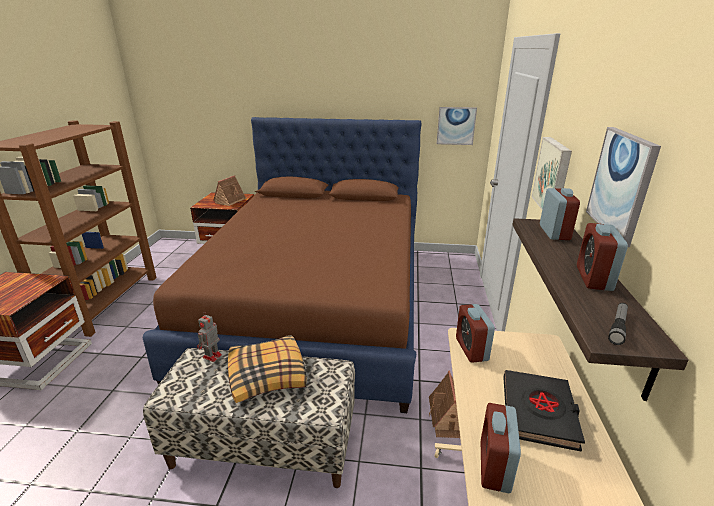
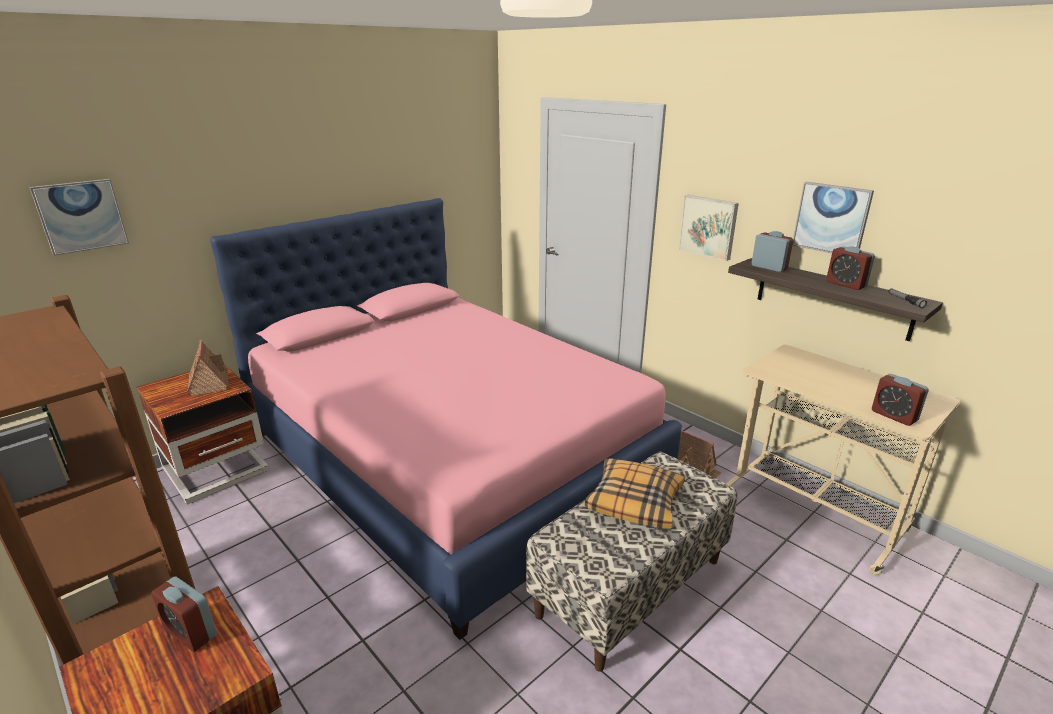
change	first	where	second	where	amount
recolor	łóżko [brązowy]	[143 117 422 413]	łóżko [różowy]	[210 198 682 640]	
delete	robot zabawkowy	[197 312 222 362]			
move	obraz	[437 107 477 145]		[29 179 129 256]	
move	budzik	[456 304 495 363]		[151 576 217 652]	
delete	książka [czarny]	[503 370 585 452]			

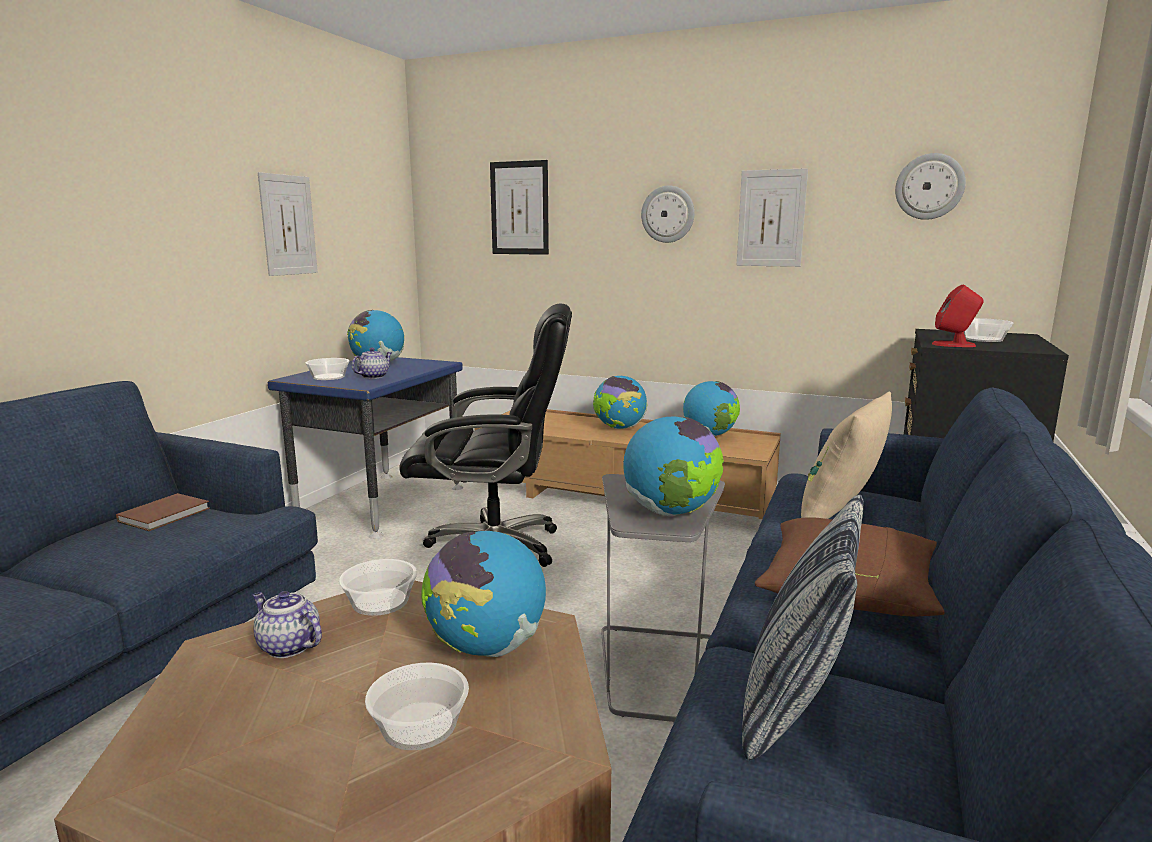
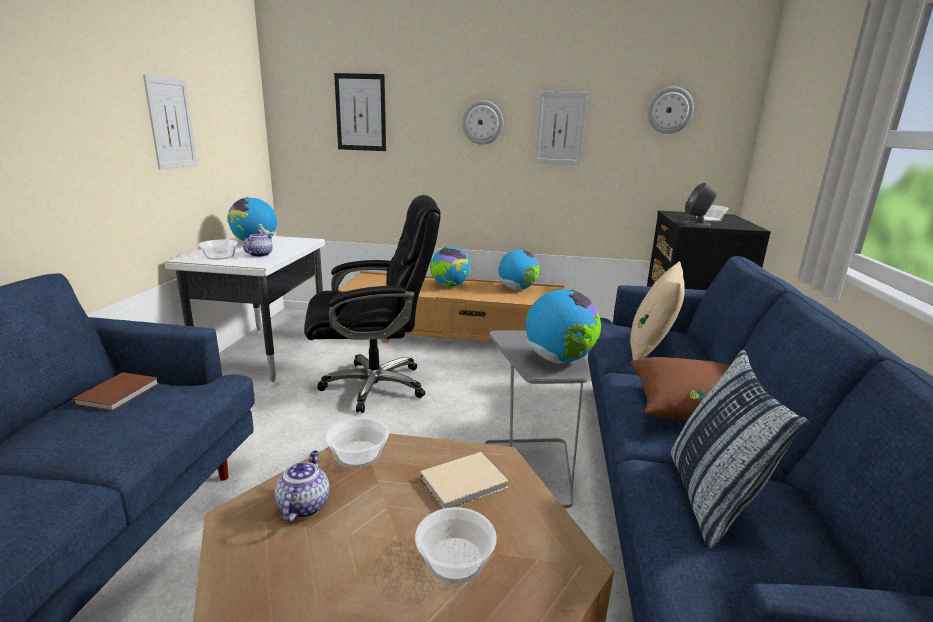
change	first	where	second	where	amount
rotate	imbryk	[253 591 322 658]		[275 451 329 523]	75 degrees clockwise
recolor	biurko [niebieski]	[268 357 463 539]	biurko [biały]	[165 236 327 388]	
replace	globus	[421 531 546 657]	książka [beżowy]	[420 452 509 509]	
recolor	głośnik [czerwony]	[932 285 984 347]	głośnik [szary]	[683 183 717 226]	

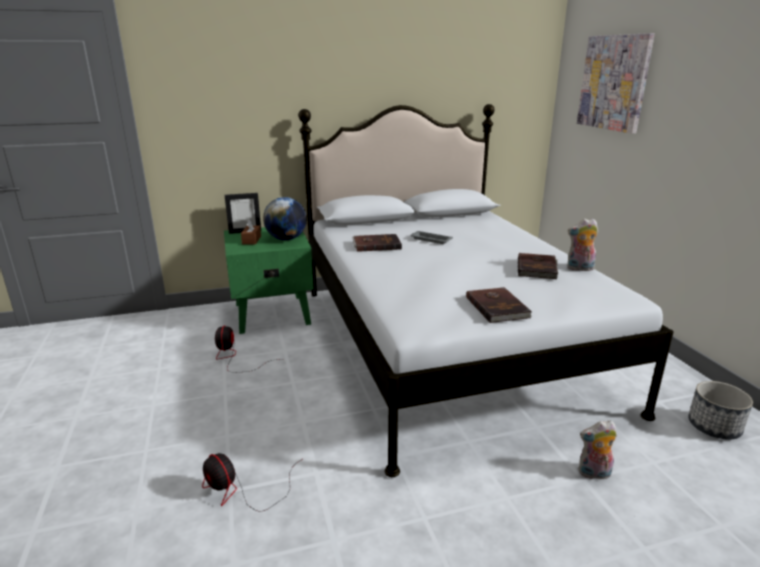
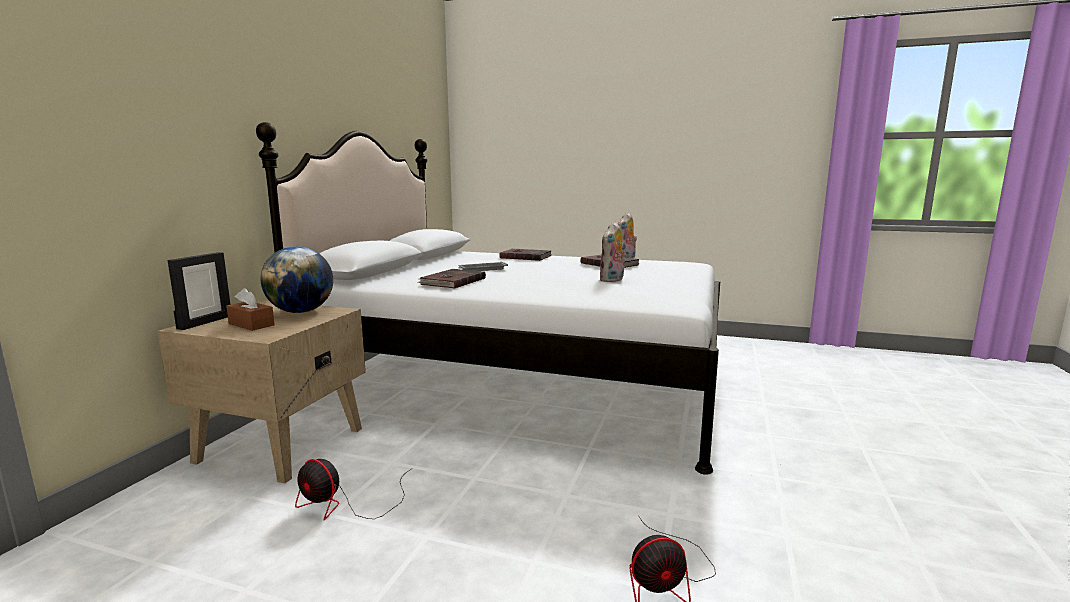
change	first	where	second	where	amount
recolor	szafka nocna [zielony]	[224 227 314 334]	szafka nocna [beżowy]	[157 301 366 483]	
move	książka [brązowy]	[466 287 532 323]		[499 249 552 261]	
delete	obraz	[577 33 655 134]			
move	pluszak	[578 420 617 479]		[600 222 627 282]	
delete	donica	[688 381 753 440]			

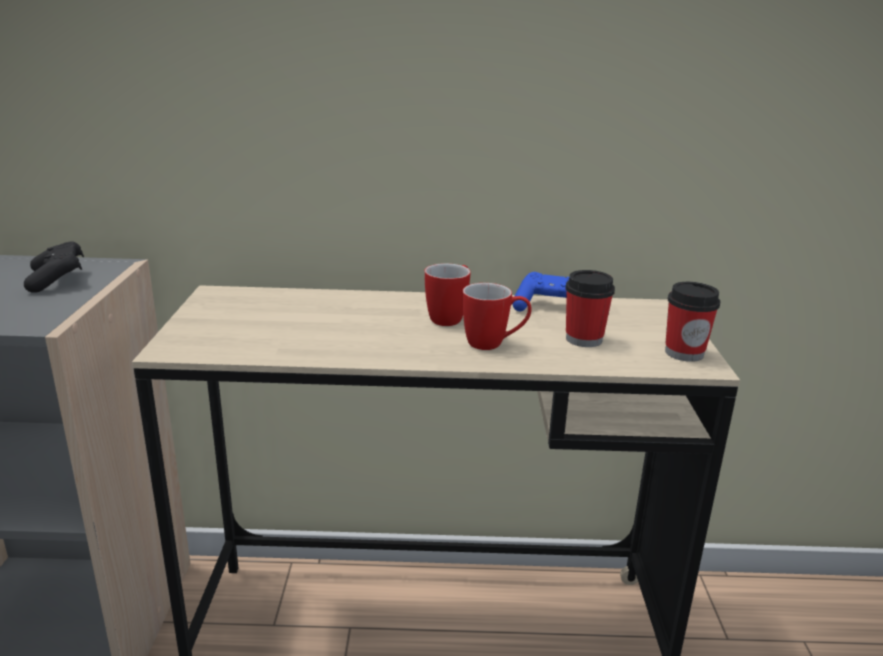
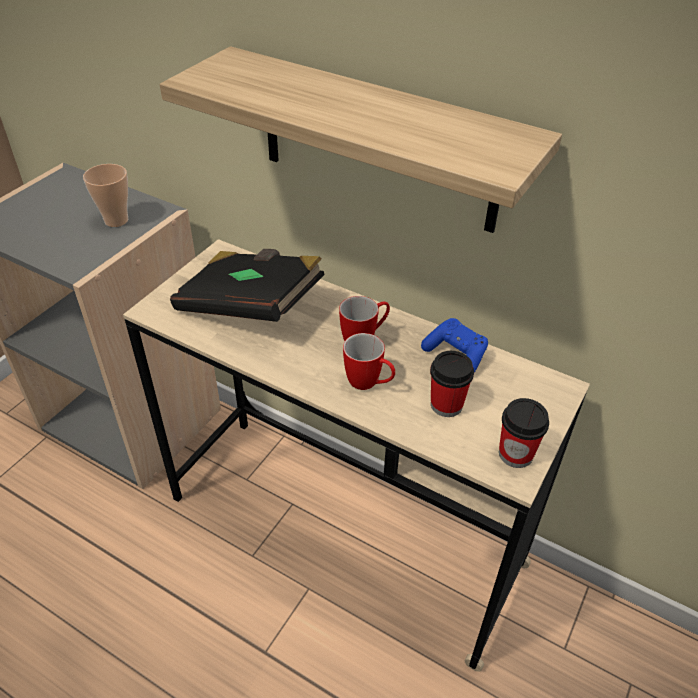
change	first	where	second	where	amount
replace	pad do gier [czarny]	[24 241 84 293]	filiżanka	[83 164 128 227]	
insert			półka	[160 46 562 233]	
insert			książka [czarny]	[170 249 325 322]	

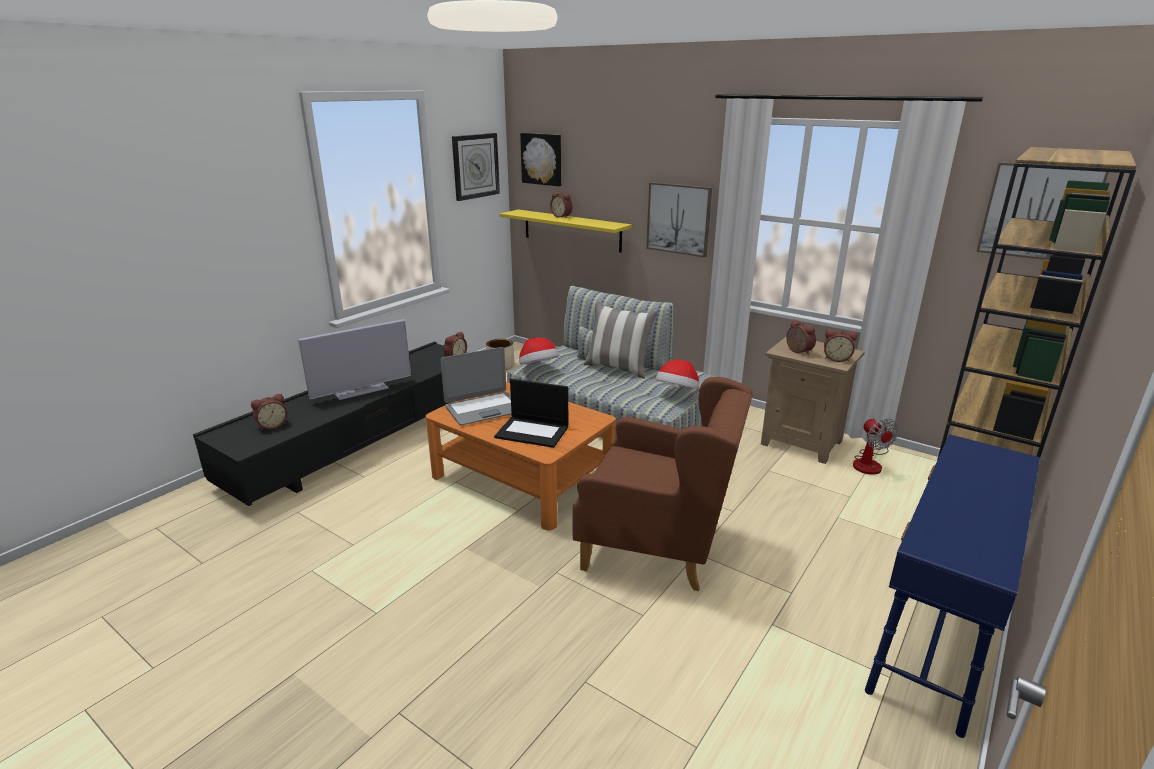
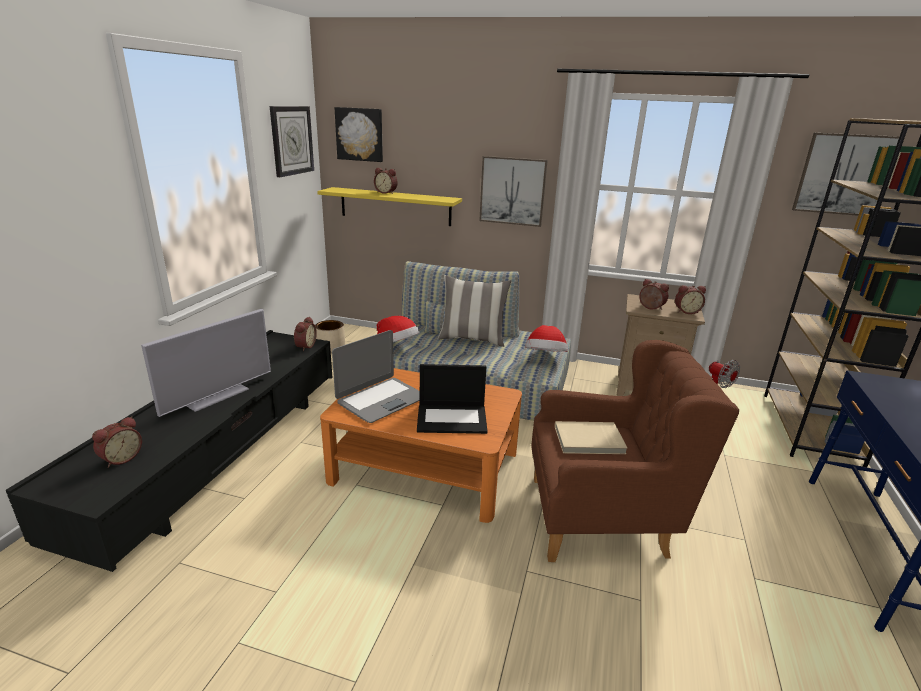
change	first	where	second	where	amount
insert			książka [beżowy]	[555 421 627 454]	

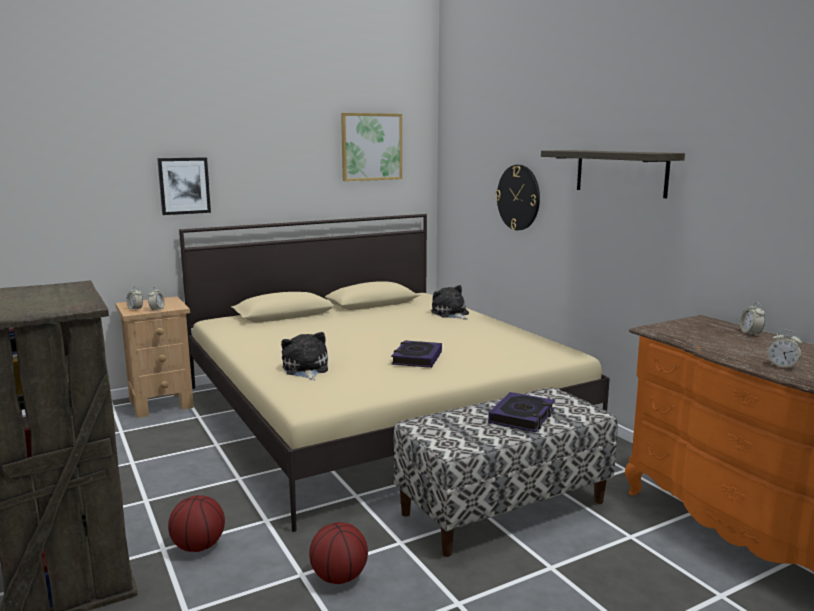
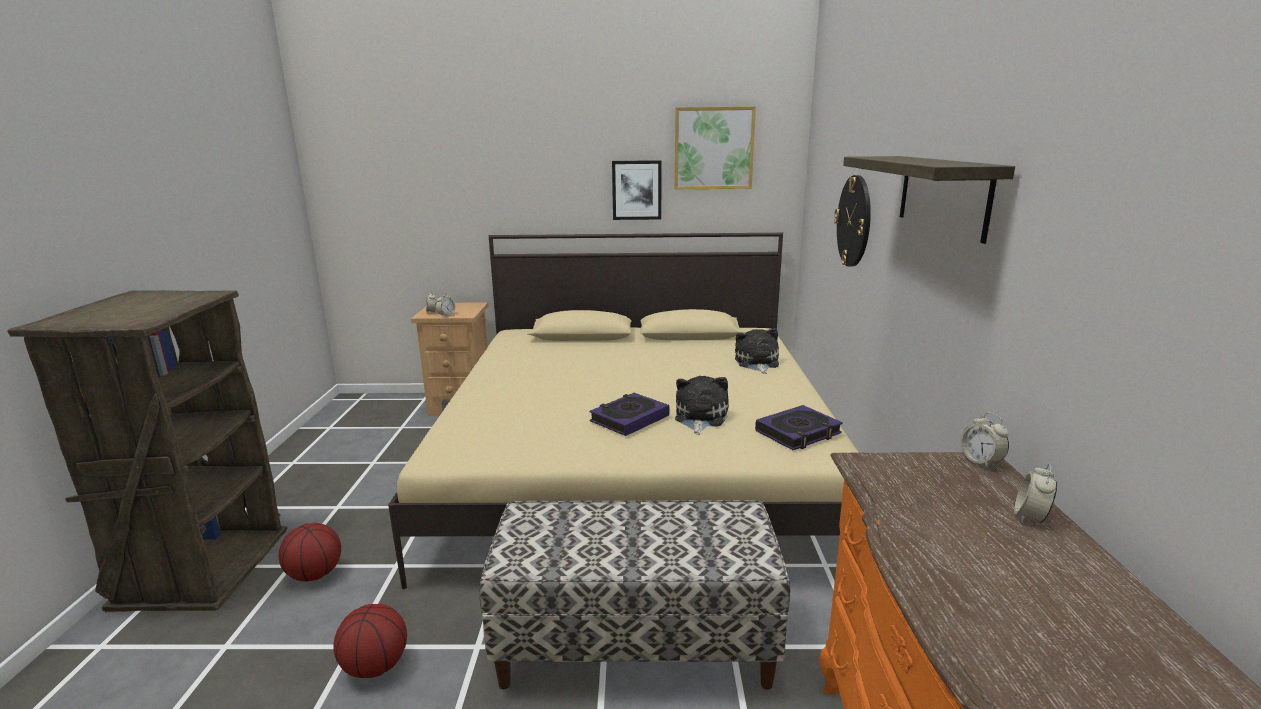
change	first	where	second	where	amount
move	obraz	[157 157 211 215]		[612 160 662 220]	
move	pluszak	[281 332 328 380]		[675 376 729 435]	
move	książka	[488 392 554 432]		[755 405 843 450]	
move	budzik	[768 330 802 369]		[961 412 1009 469]	

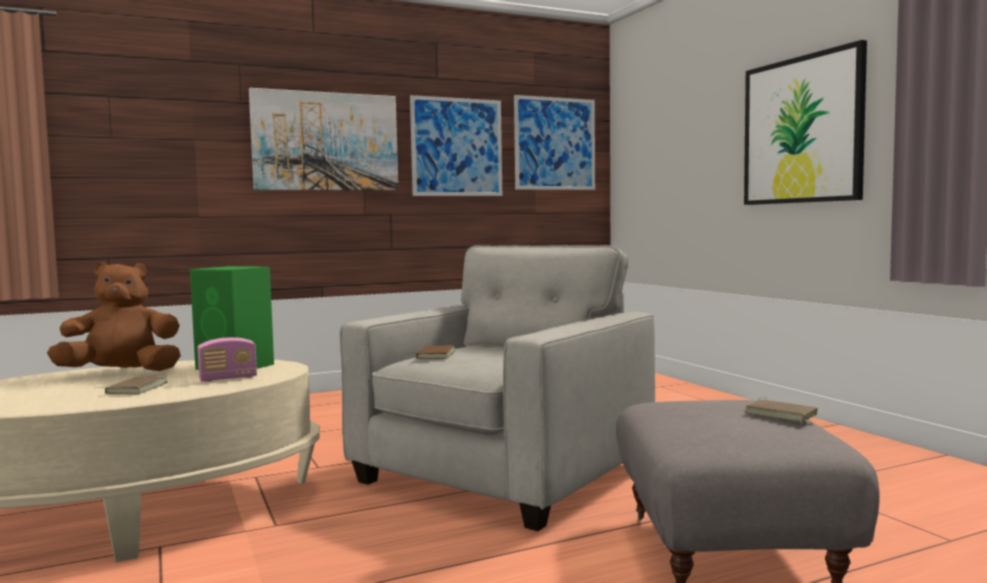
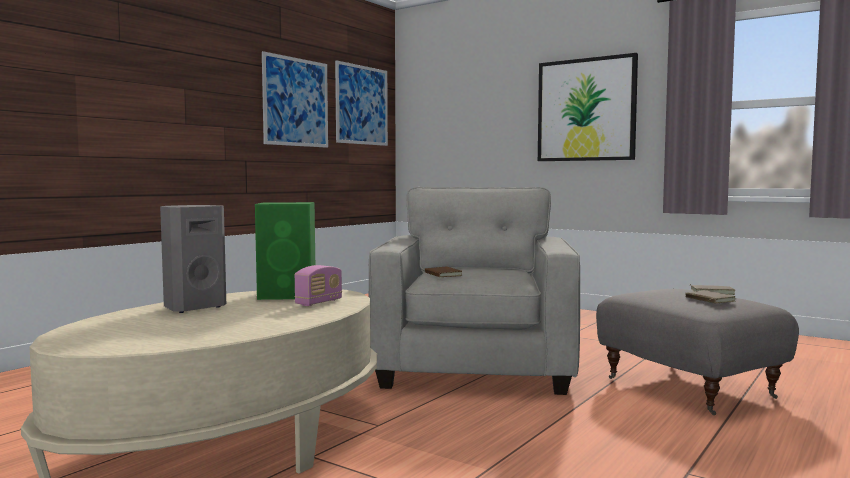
change	first	where	second	where	amount
replace	pluszak [brązowy]	[47 262 181 371]	głośnik [szary]	[160 205 226 313]	
move	książka [brązowy]	[94 376 168 394]		[685 290 735 303]	
delete	obraz	[249 88 398 191]			

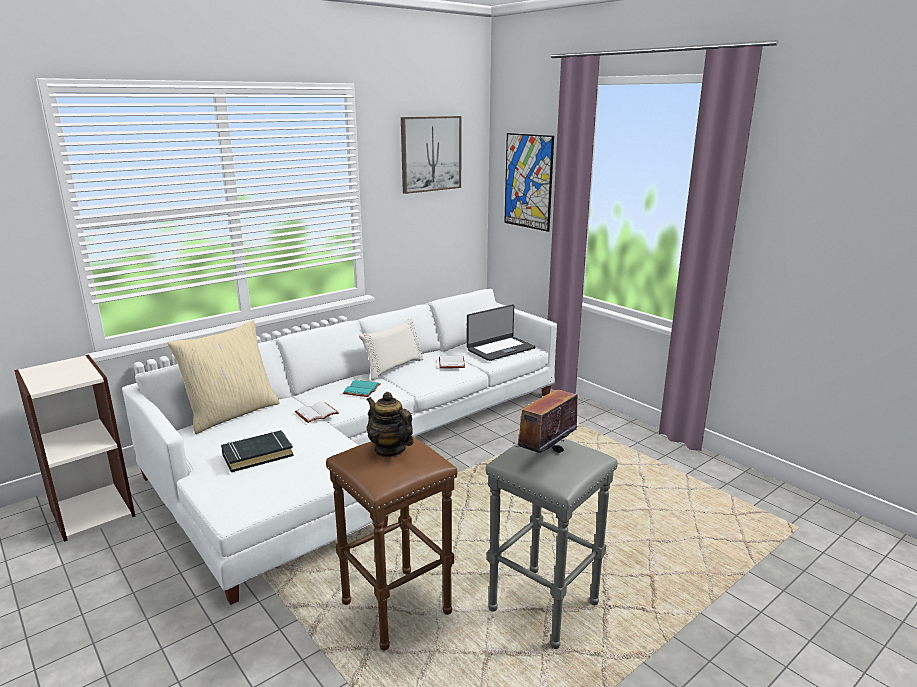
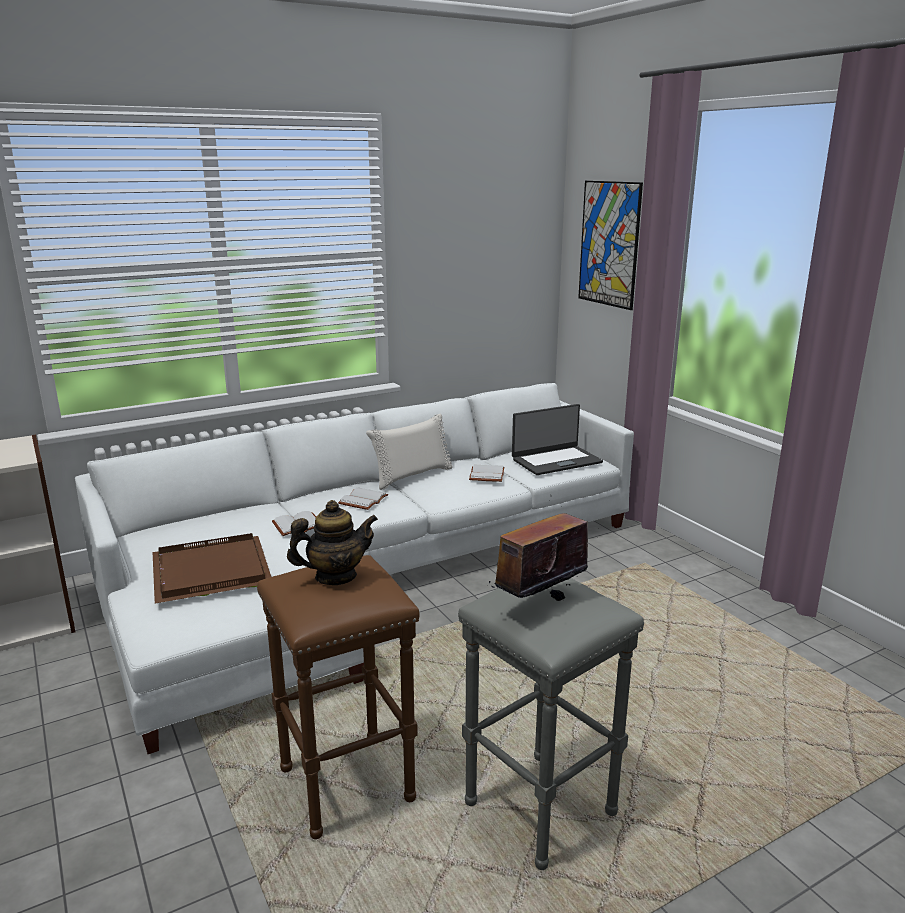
change	first	where	second	where	amount
delete	poduszka [beżowy]	[167 320 280 434]			
replace	książka [czarny]	[221 430 294 472]	taca [brązowy]	[153 533 271 603]	
recolor	książka [turkusowy]	[343 380 381 397]	książka [biały]	[338 487 388 510]	
rotate	imbryk	[366 392 413 457]		[287 500 378 585]	105 degrees clockwise
delete	obraz	[401 116 462 194]			

